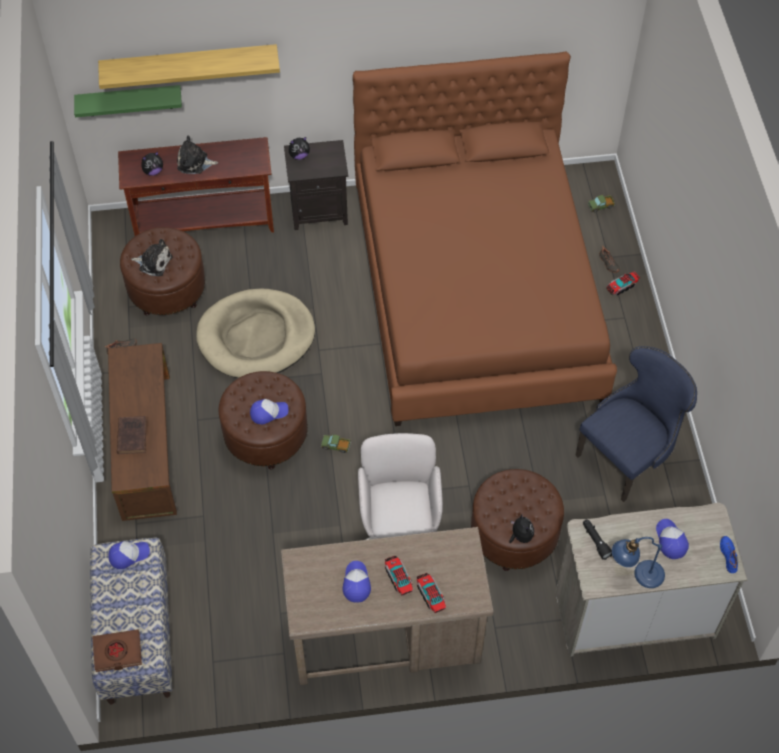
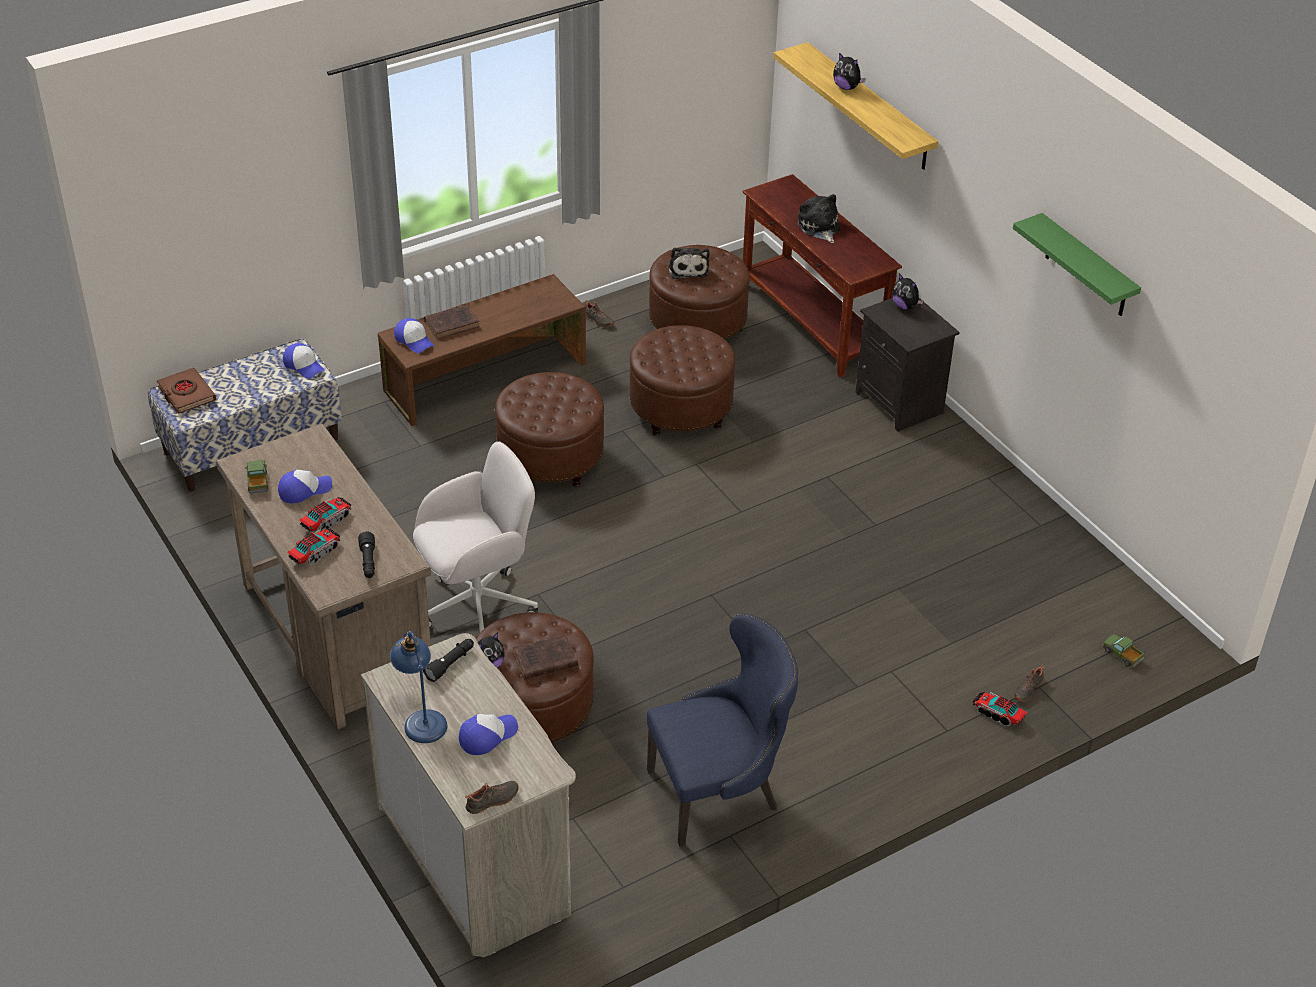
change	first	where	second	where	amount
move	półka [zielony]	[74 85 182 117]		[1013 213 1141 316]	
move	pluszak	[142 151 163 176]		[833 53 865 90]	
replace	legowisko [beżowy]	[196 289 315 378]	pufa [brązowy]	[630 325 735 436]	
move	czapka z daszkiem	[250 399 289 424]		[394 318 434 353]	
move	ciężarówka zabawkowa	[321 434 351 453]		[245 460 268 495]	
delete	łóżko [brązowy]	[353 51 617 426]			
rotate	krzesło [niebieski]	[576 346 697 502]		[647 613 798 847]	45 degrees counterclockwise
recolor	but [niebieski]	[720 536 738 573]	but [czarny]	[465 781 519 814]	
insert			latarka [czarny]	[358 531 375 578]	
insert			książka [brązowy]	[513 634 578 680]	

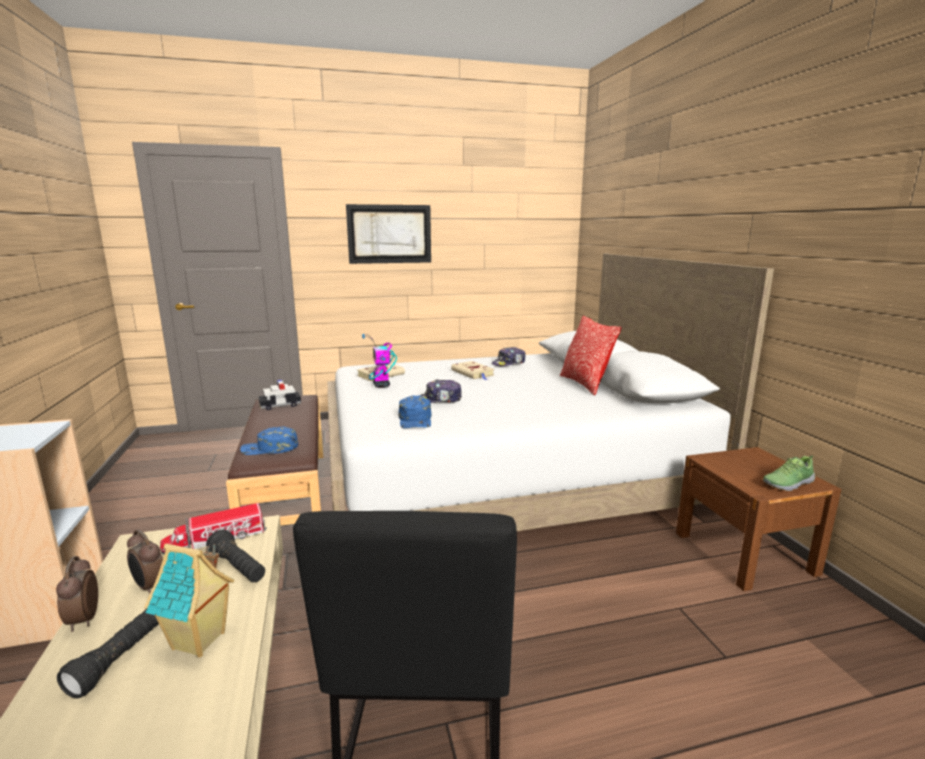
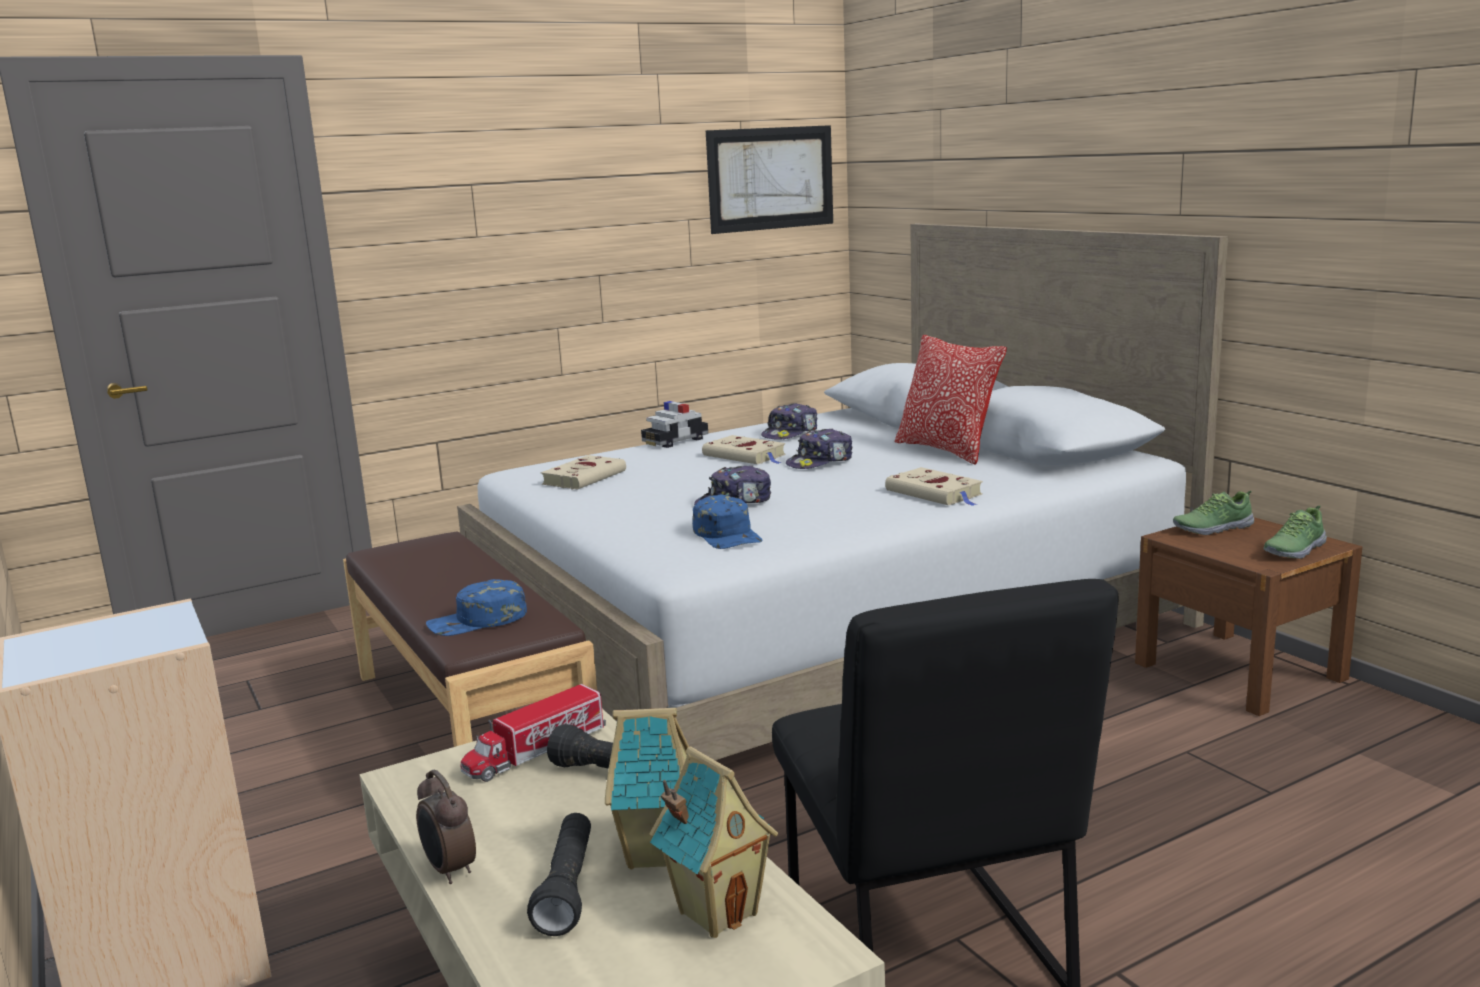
change	first	where	second	where	amount
delete	budzik	[127 530 163 595]			
move	samochodzik	[258 380 301 410]		[641 401 708 448]	
move	obraz	[346 204 431 264]		[706 125 833 234]	
delete	robot zabawkowy	[362 334 397 388]			
insert			domek	[649 746 778 938]	
insert			czapka z daszkiem	[786 429 853 469]	
insert			książka [beżowy]	[885 467 983 506]	
insert			but	[1173 491 1254 535]	

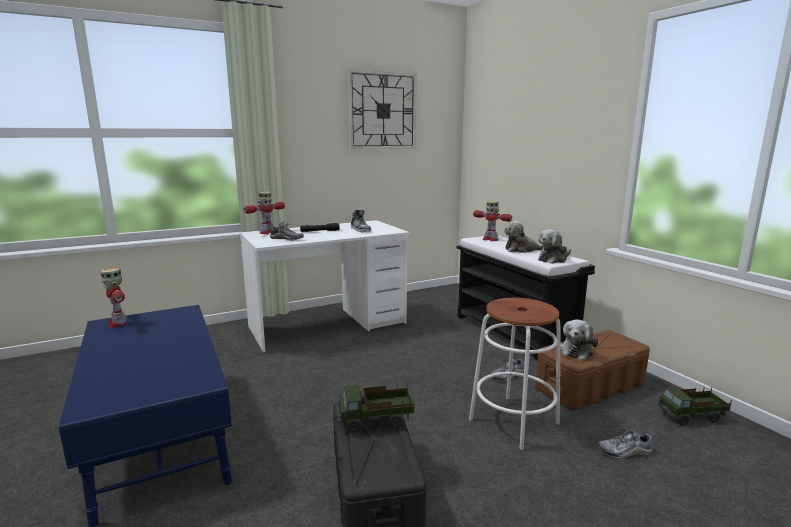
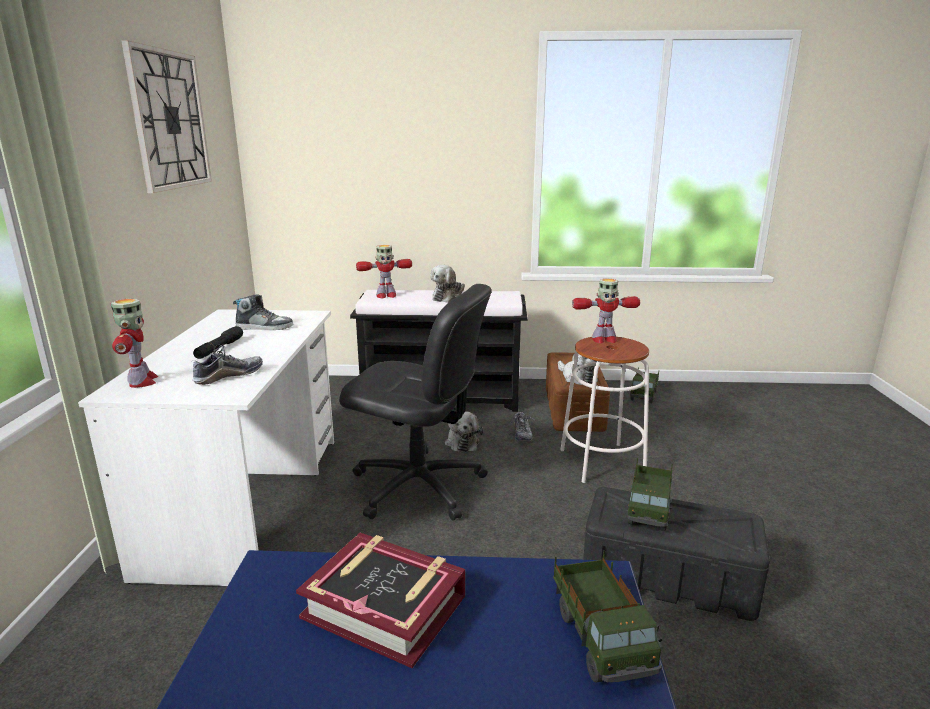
change	first	where	second	where	amount
move	robot zabawkowy	[100 268 127 328]		[572 278 640 343]	
move	pluszak	[538 229 571 264]		[445 411 483 452]	
delete	but	[598 426 653 459]			
insert			książka	[296 533 465 668]	
insert			krzesło biurowe [czarny]	[339 284 492 521]	
insert			ciężarówka zabawkowa	[553 550 662 682]	

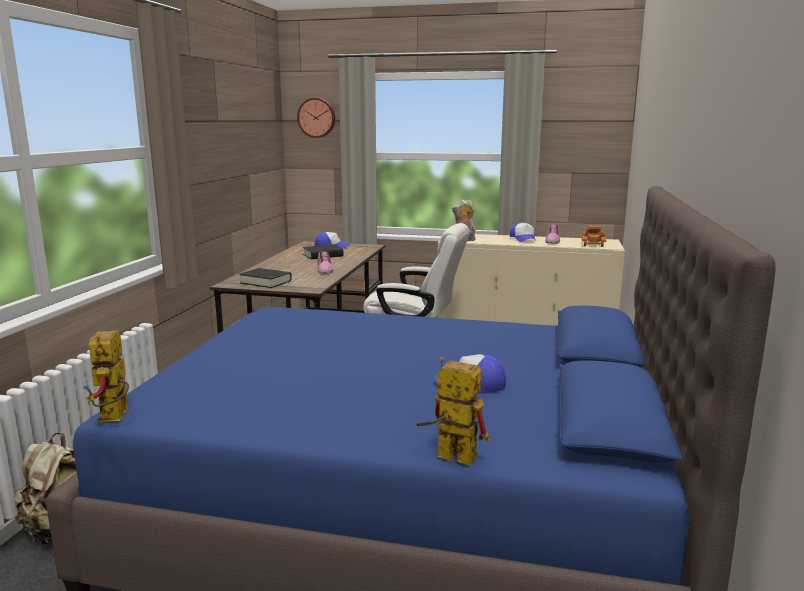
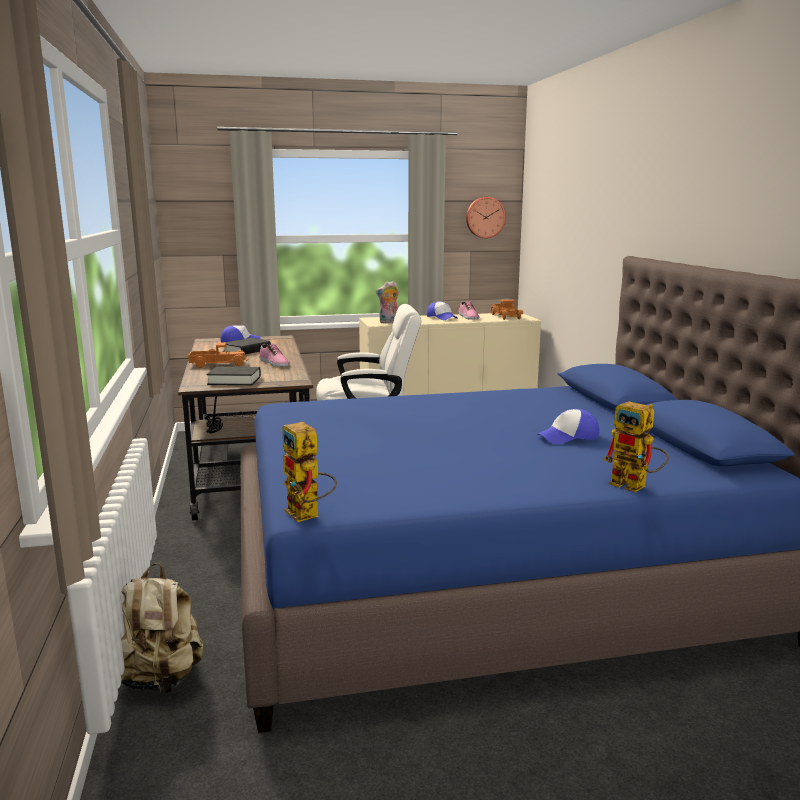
change	first	where	second	where	amount
move	zegar ścienny	[297 98 335 138]		[466 197 506 238]	
rotate	robot zabawkowy	[416 357 489 466]		[604 401 669 492]	135 degrees counterclockwise
insert			ciężarówka zabawkowa	[188 342 248 368]	

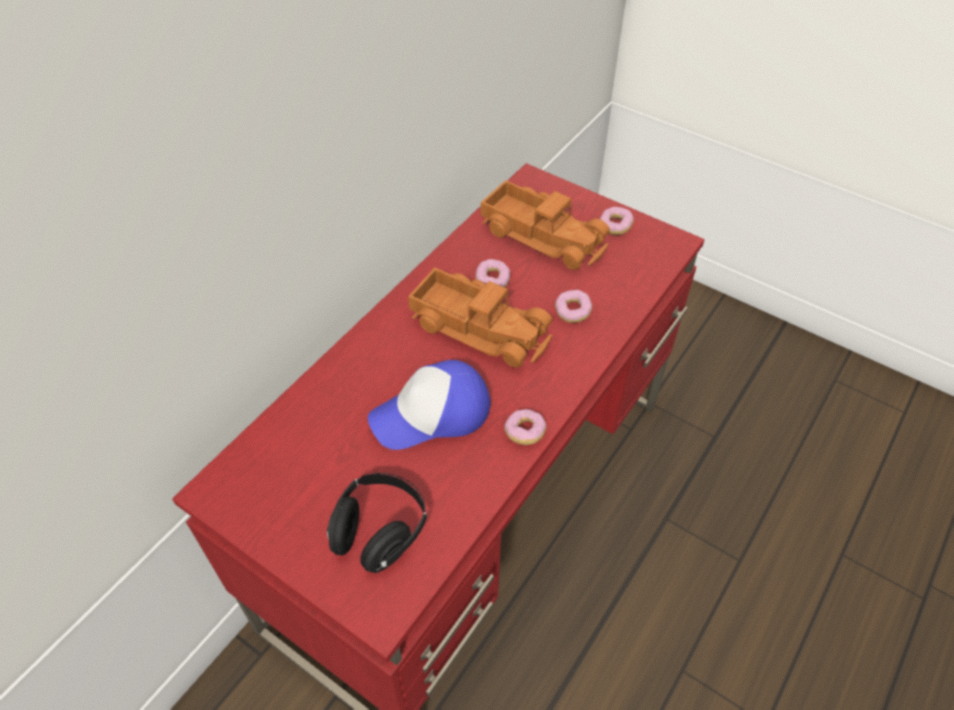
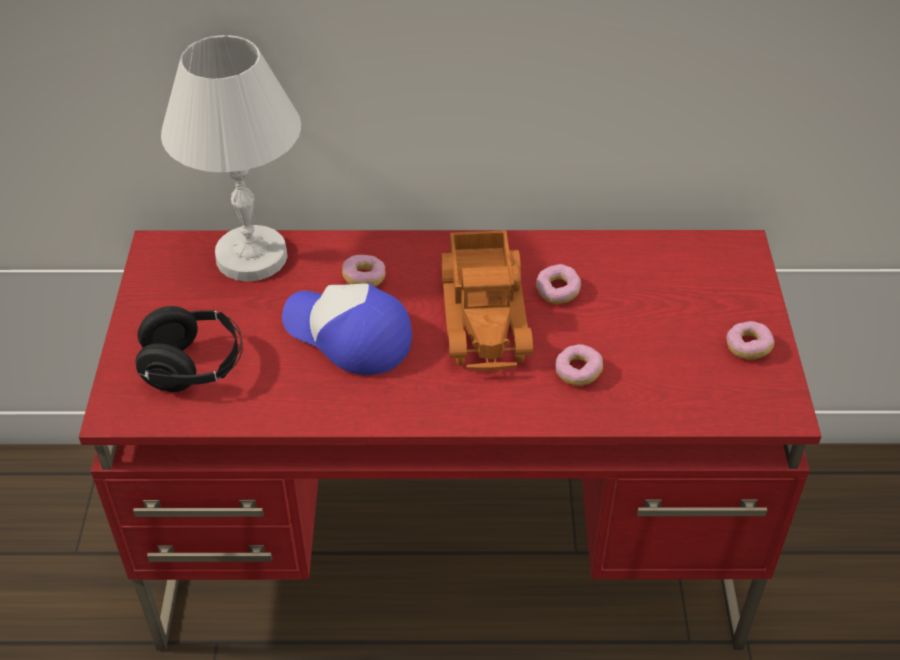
change	first	where	second	where	amount
delete	ciężarówka zabawkowa	[481 180 610 270]			
move	donut	[504 409 547 445]		[342 255 385 287]	
insert			lampa stołowa [biały]	[161 35 301 282]	

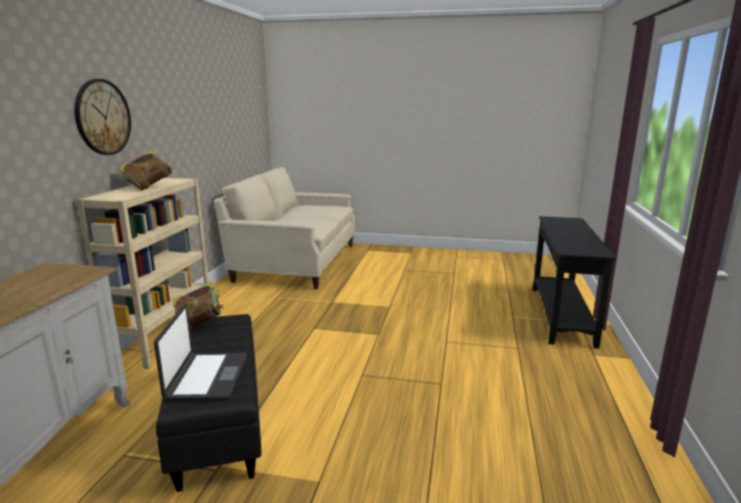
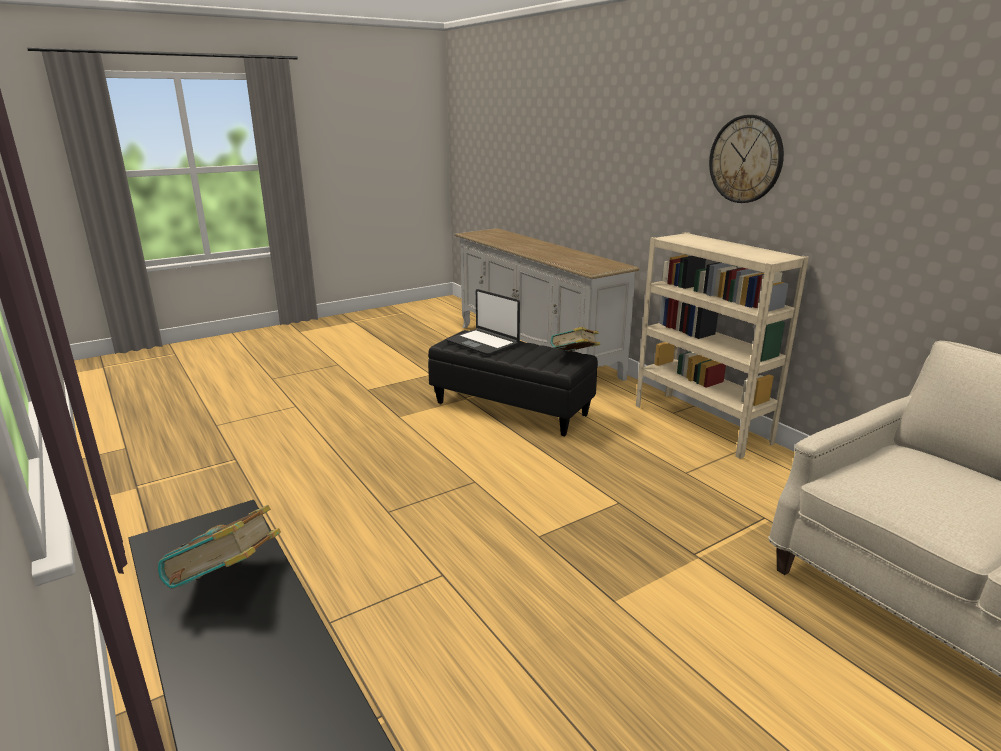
change	first	where	second	where	amount
move	książka	[118 150 173 190]		[158 505 281 589]	

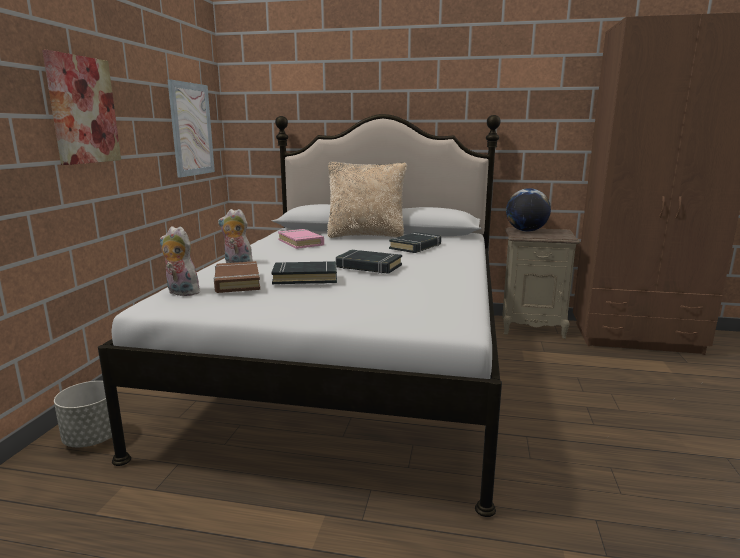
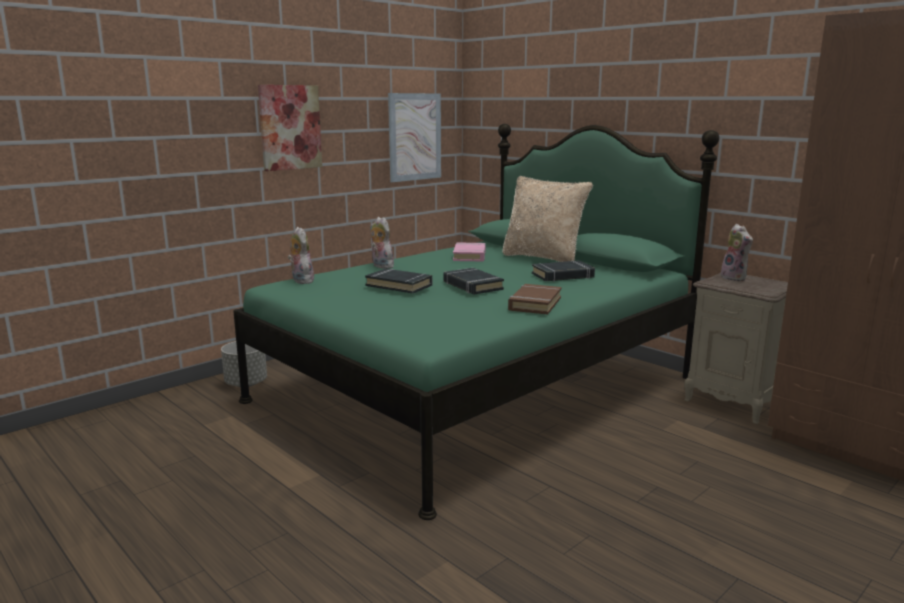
change	first	where	second	where	amount
recolor	łóżko [biały]	[98 114 502 517]	łóżko [zielony]	[233 124 719 520]	
move	książka [brązowy]	[214 261 260 293]		[508 284 561 315]	
replace	globus	[506 188 551 232]	pluszak	[721 224 753 281]	

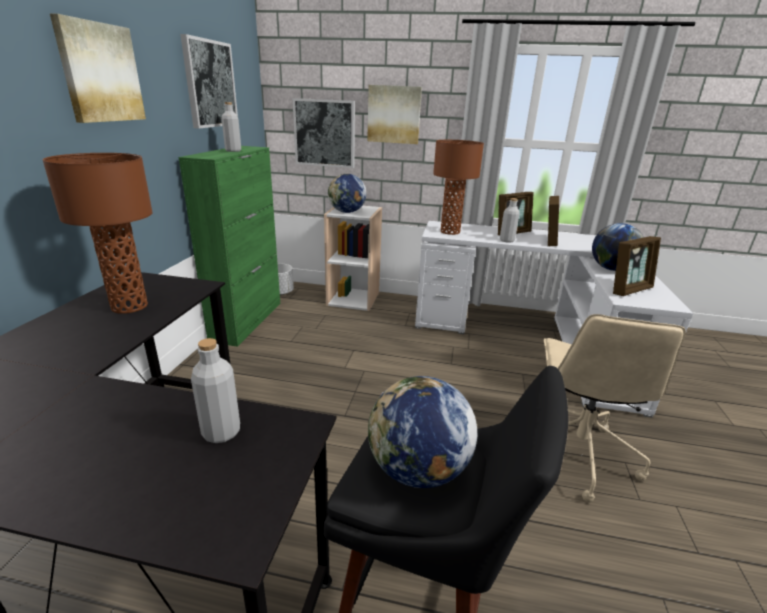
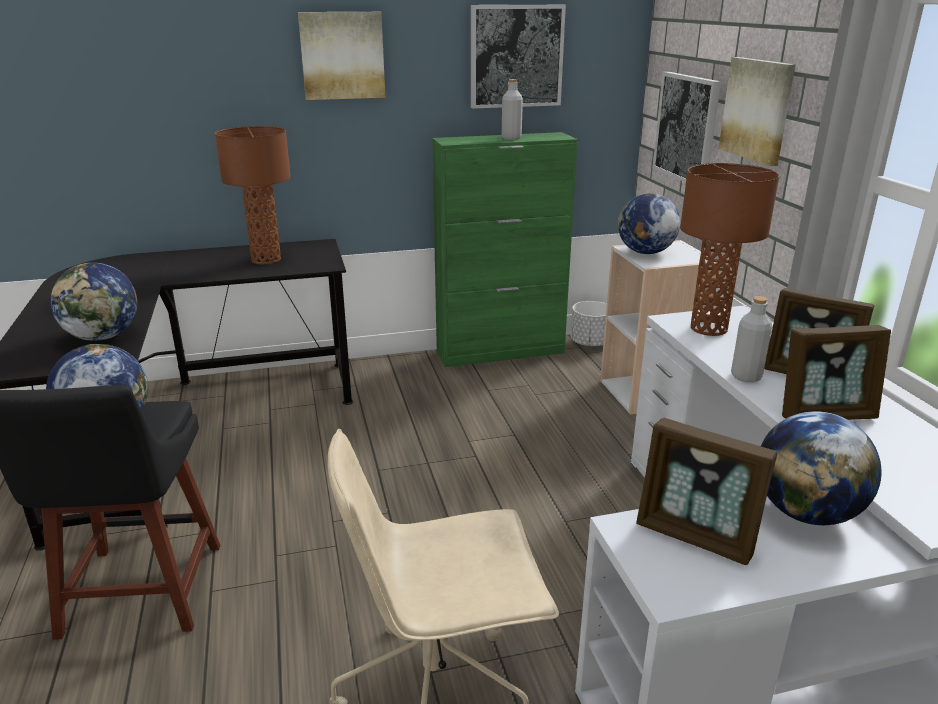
change	first	where	second	where	amount
replace	butelka [szary]	[191 338 240 443]	globus	[50 263 137 341]	

